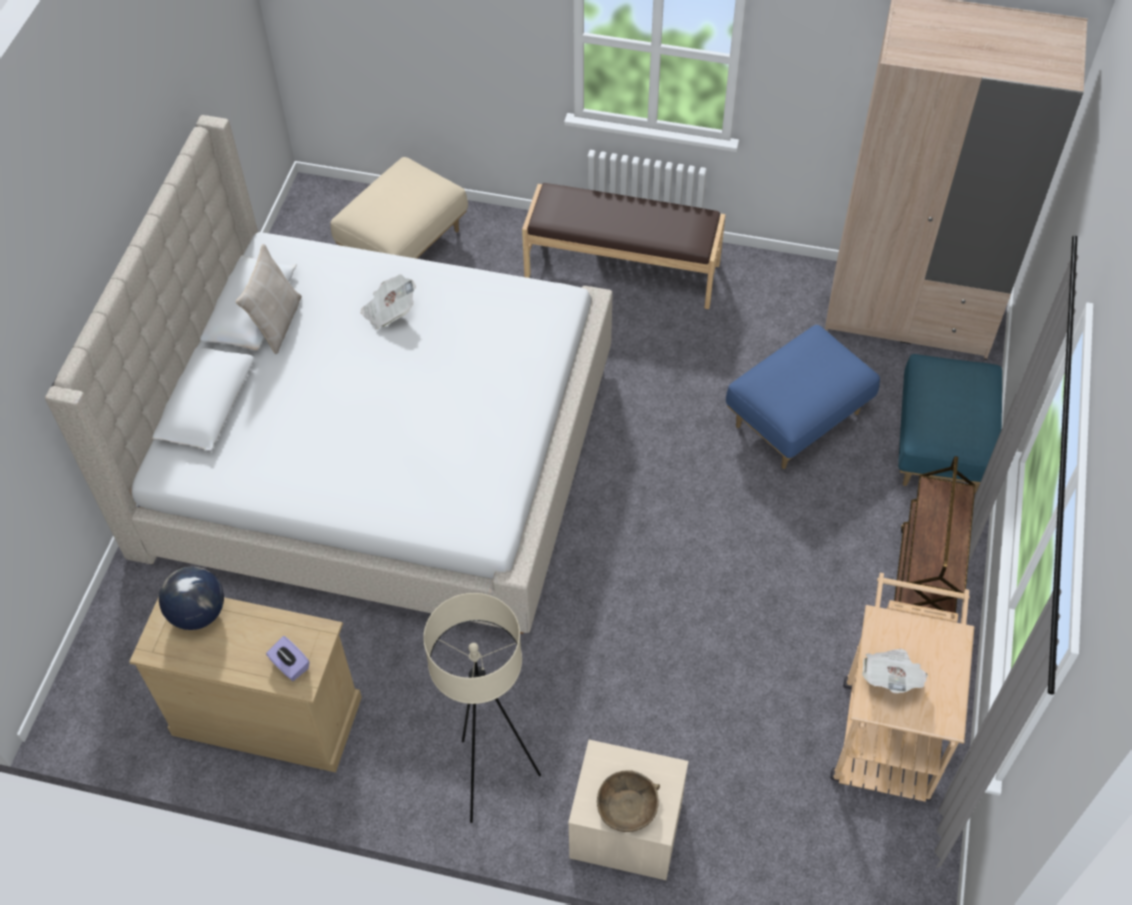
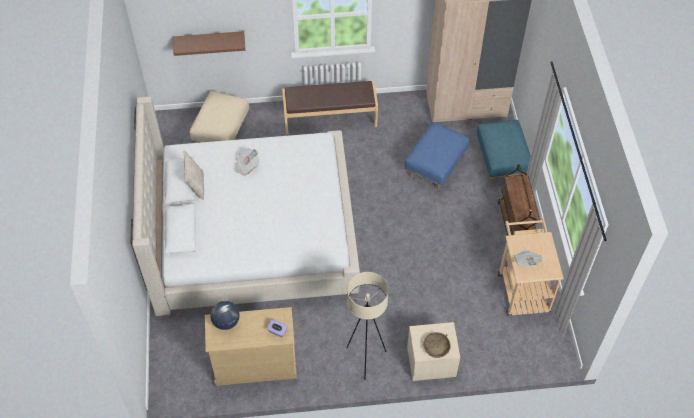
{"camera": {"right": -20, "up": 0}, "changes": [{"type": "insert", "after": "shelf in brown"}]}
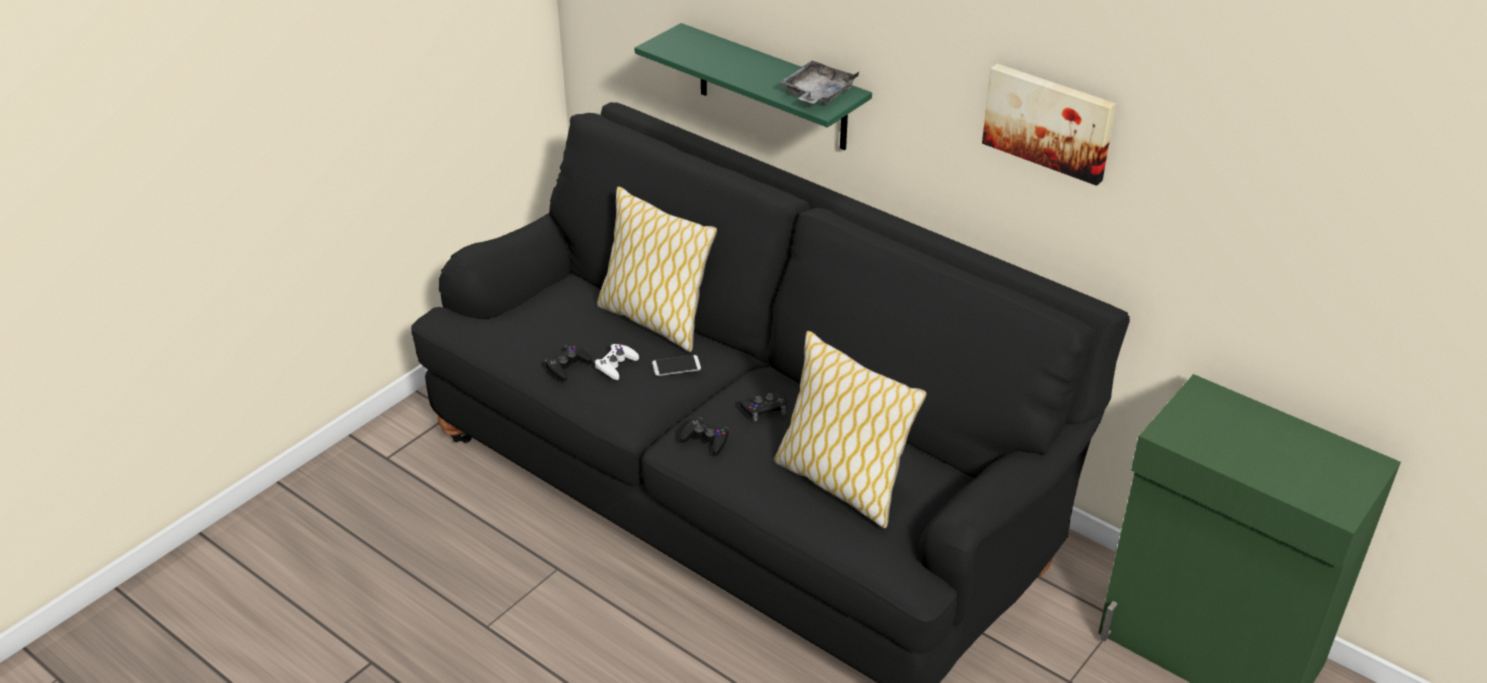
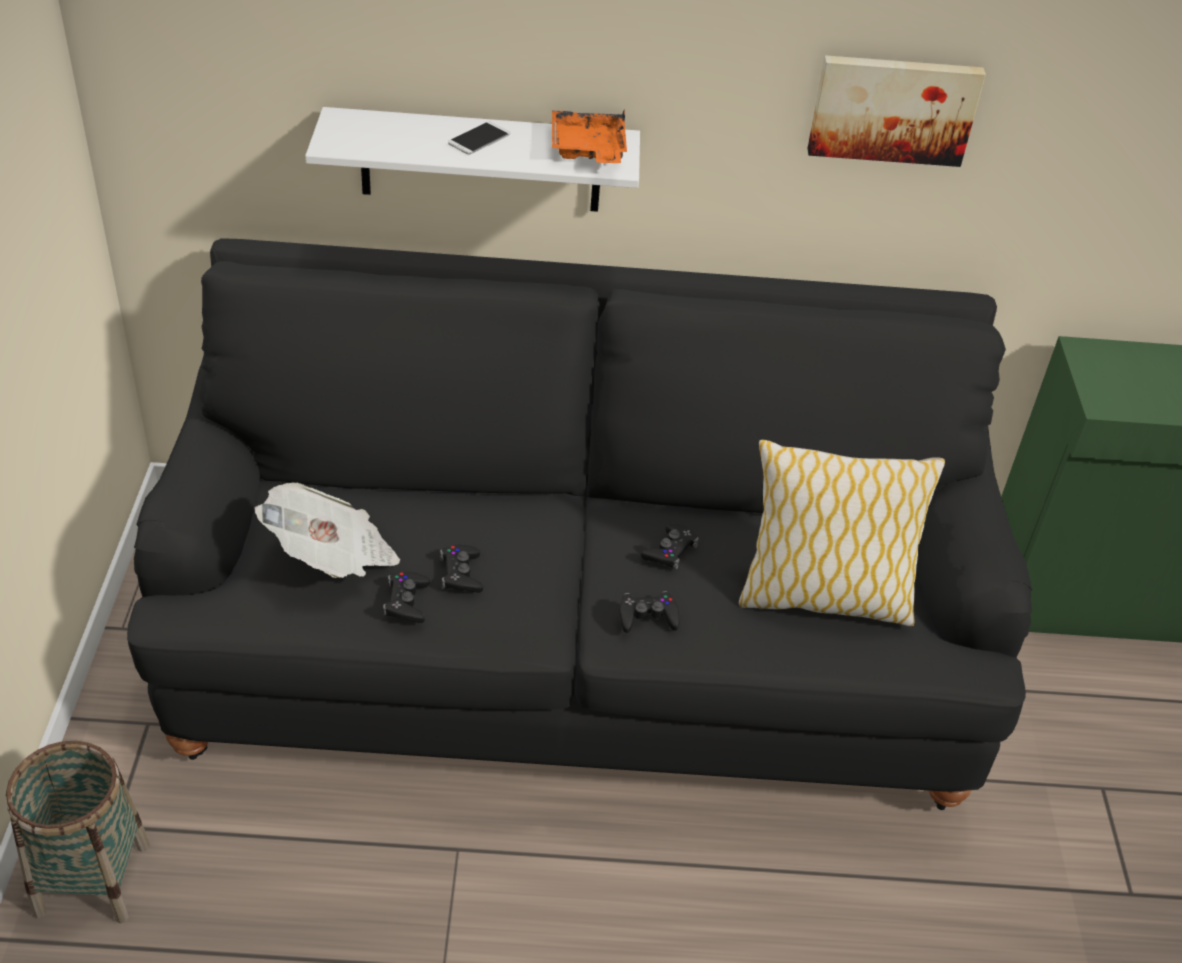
{"camera": {"right": -40, "up": 5}, "changes": [{"type": "insert", "after": "basket"}, {"type": "insert", "after": "newspaper"}, {"type": "recolor", "before": "shelf in green", "after": "shelf in white"}, {"type": "recolor", "before": "game controller in white", "after": "game controller in black (2nd from left)"}, {"type": "move", "before": "phone"}, {"type": "recolor", "before": "tray in grey", "after": "tray in orange"}, {"type": "delete", "before": "pillow (1st from left)"}]}
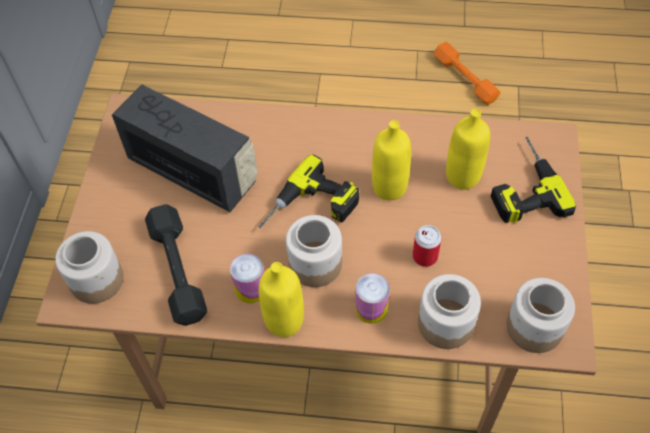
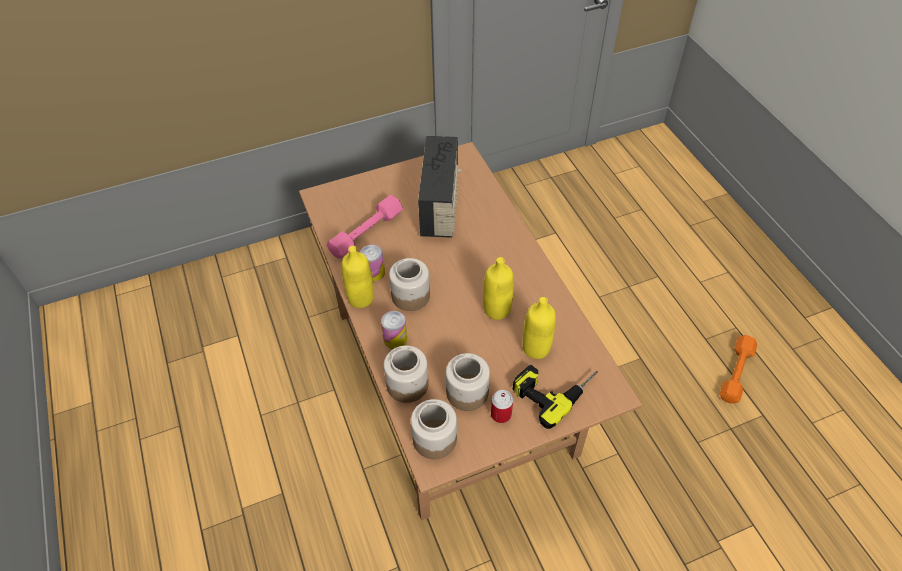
{"camera": {"right": 60, "up": -5}, "changes": [{"type": "recolor", "before": "dumbbell in black", "after": "dumbbell in pink"}, {"type": "move", "before": "jar (1st from left in the first image)", "after": "jar (4th from left)"}, {"type": "move", "before": "can (3rd from left)"}, {"type": "delete", "before": "power drill (1st from left)"}]}
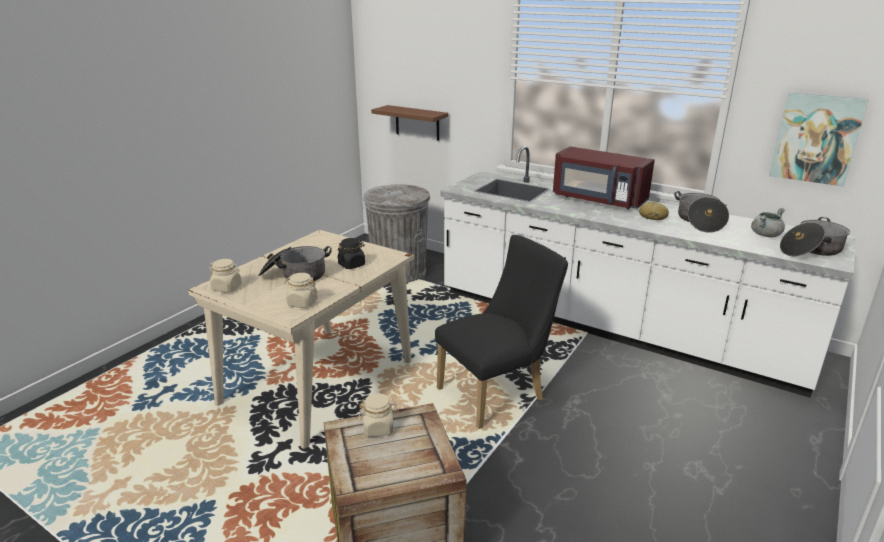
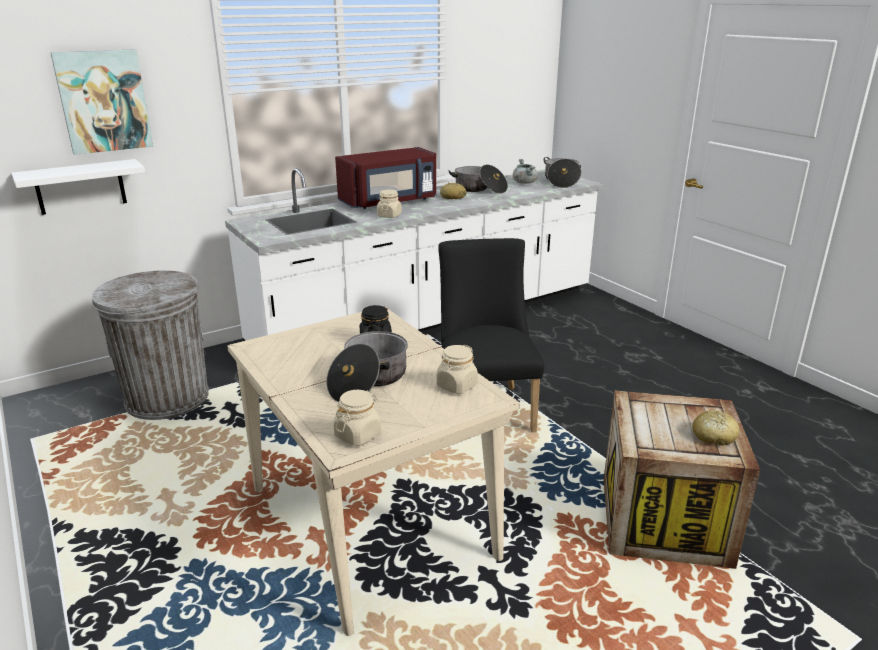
{"camera": {"right": -65, "up": 0}, "changes": [{"type": "recolor", "before": "shelf in brown", "after": "shelf in white"}, {"type": "move", "before": "picture"}, {"type": "move", "before": "jar in beige (3rd from left in the first image)", "after": "jar in beige (2nd from left)"}, {"type": "insert", "after": "bread (2nd from left)"}]}
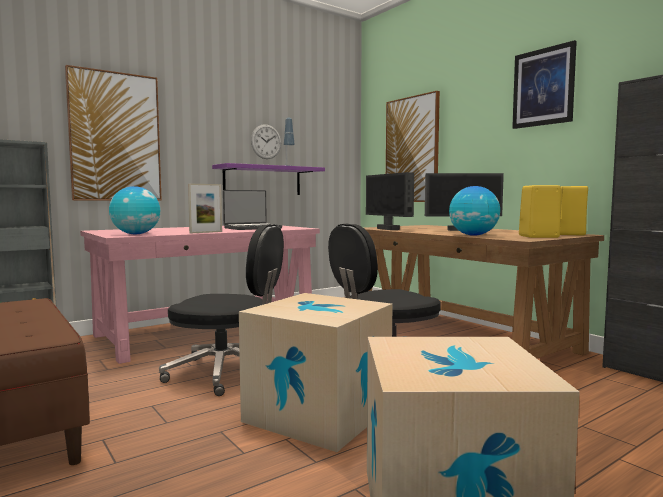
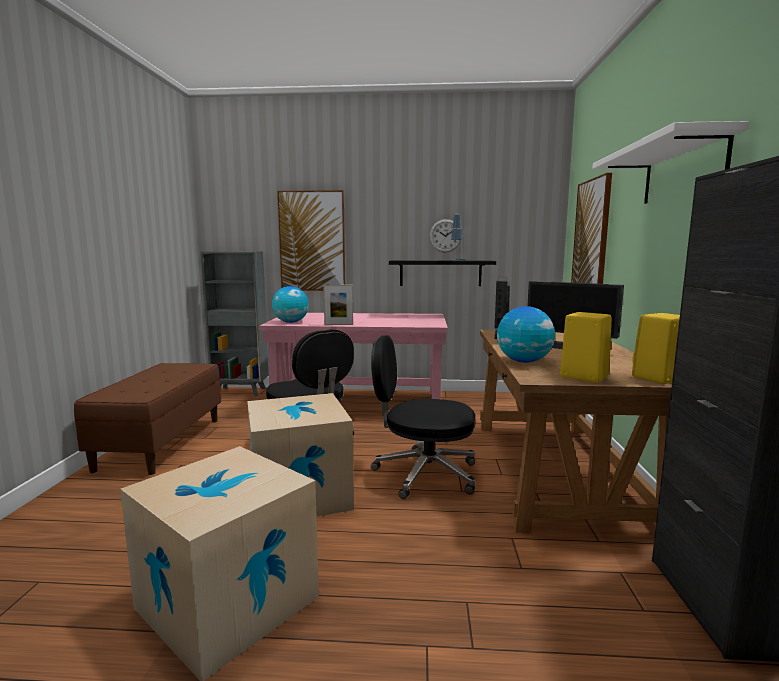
{"camera": {"right": 40, "up": 5}, "changes": [{"type": "recolor", "before": "shelf in purple", "after": "shelf in black"}, {"type": "replace", "before": "picture (3rd from left)", "after": "shelf in white"}, {"type": "delete", "before": "laptop"}]}
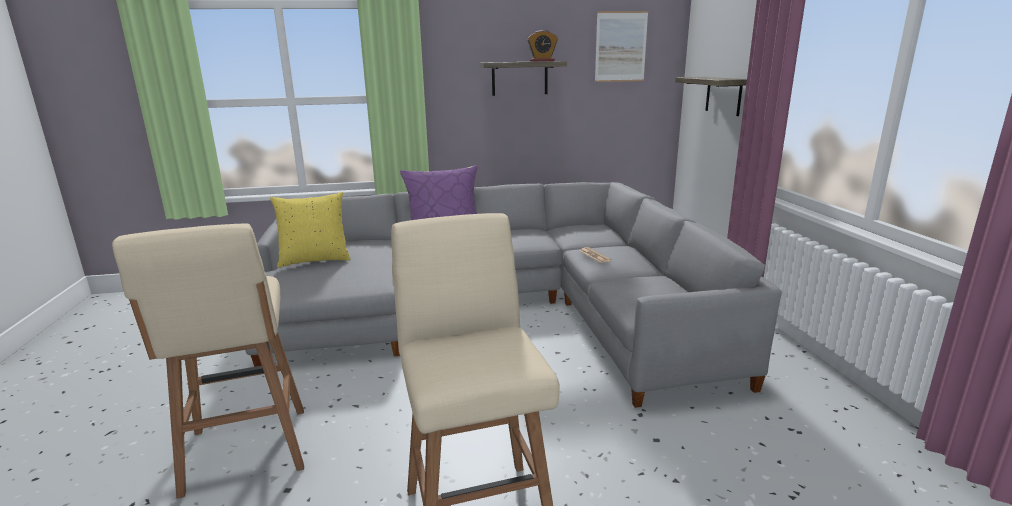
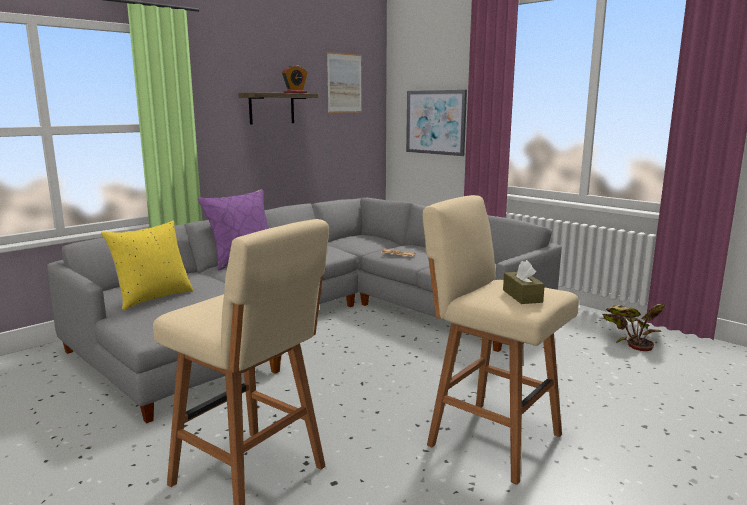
{"camera": {"right": -35, "up": -5}, "changes": [{"type": "replace", "before": "shelf (2nd from left)", "after": "picture (2nd from left)"}, {"type": "insert", "after": "tissue box in brown"}, {"type": "insert", "after": "potted plant"}]}
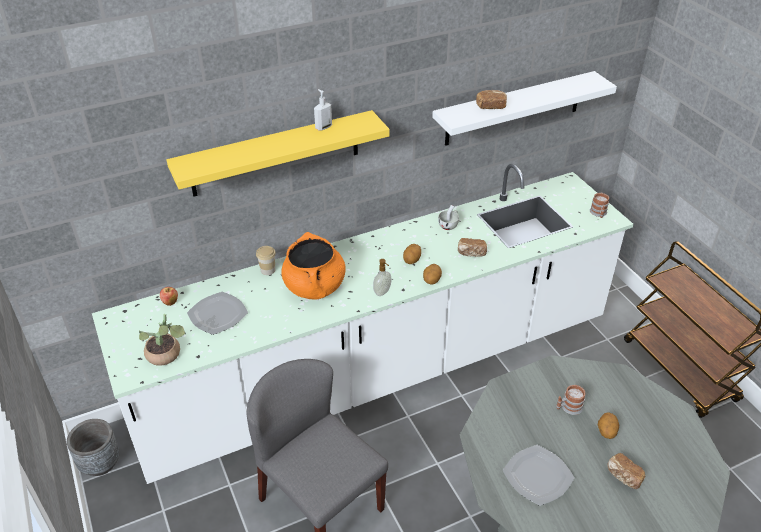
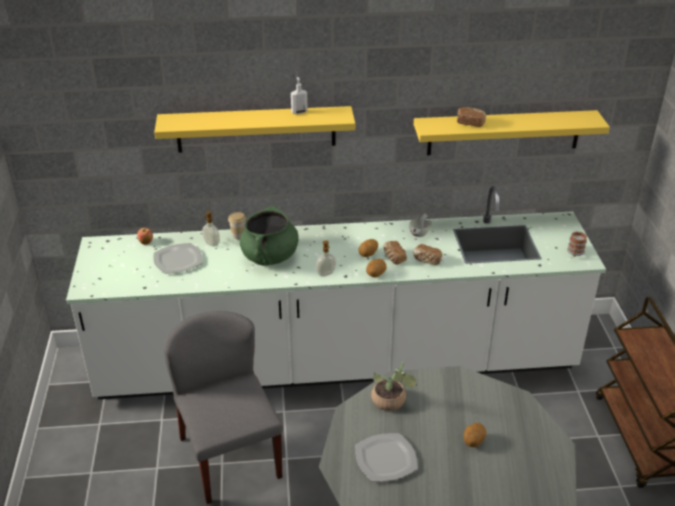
{"camera": {"right": 20, "up": -5}, "changes": [{"type": "insert", "after": "soap dispenser (1st from left)"}, {"type": "recolor", "before": "cooking pot in orange", "after": "cooking pot in green"}, {"type": "move", "before": "potted plant"}, {"type": "move", "before": "bread (3rd from left in the first image)", "after": "bread (1st from left)"}, {"type": "recolor", "before": "shelf in white", "after": "shelf in yellow (2nd from left)"}, {"type": "delete", "before": "planter in grey"}, {"type": "delete", "before": "mug (1st from left)"}]}
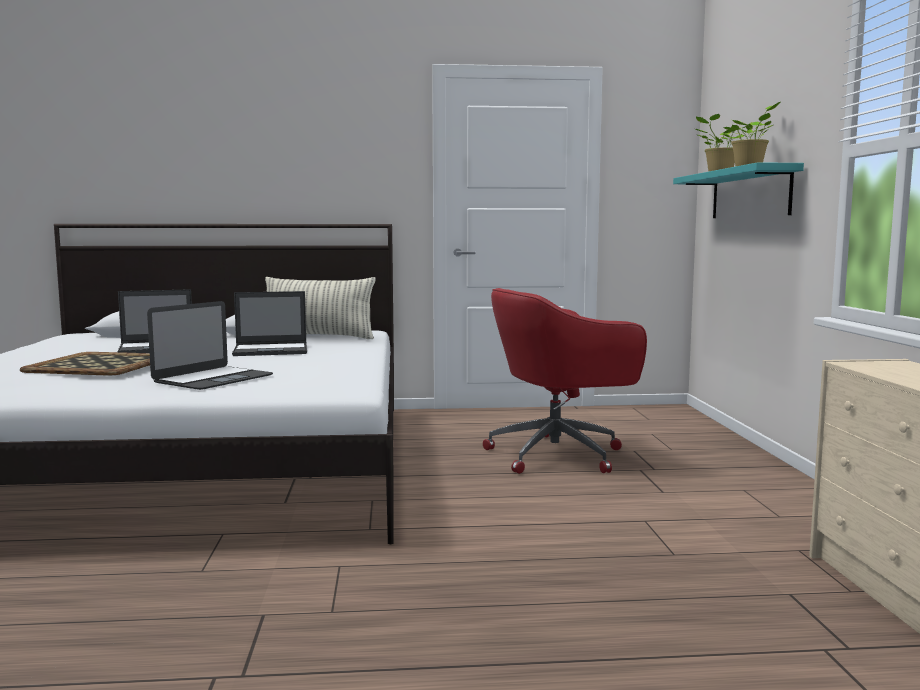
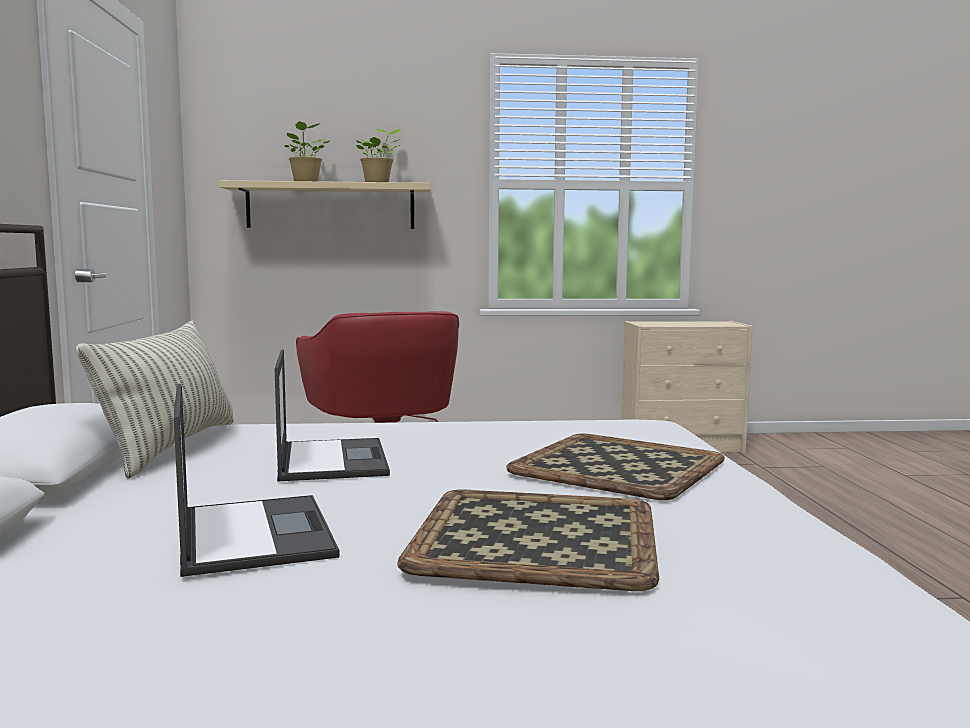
{"camera": {"right": -90, "up": 0}, "changes": [{"type": "recolor", "before": "shelf in turquoise", "after": "shelf in beige"}, {"type": "replace", "before": "laptop (2nd from left)", "after": "tray (2nd from left)"}]}
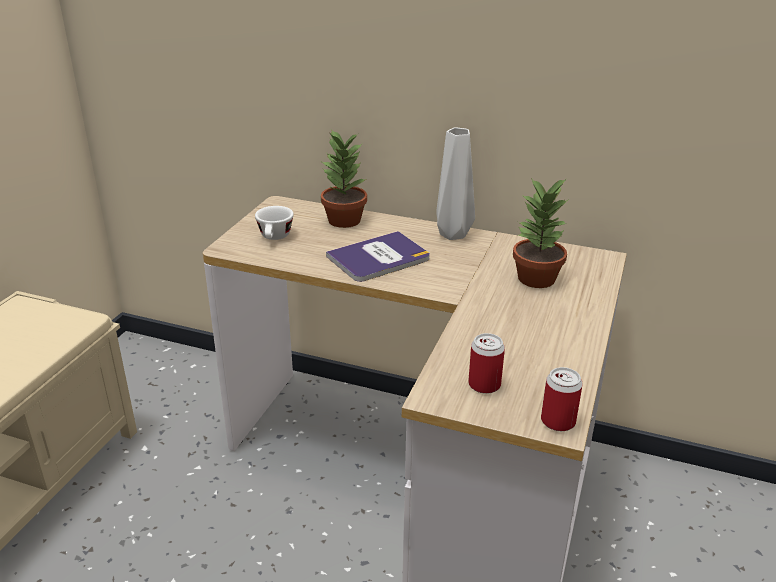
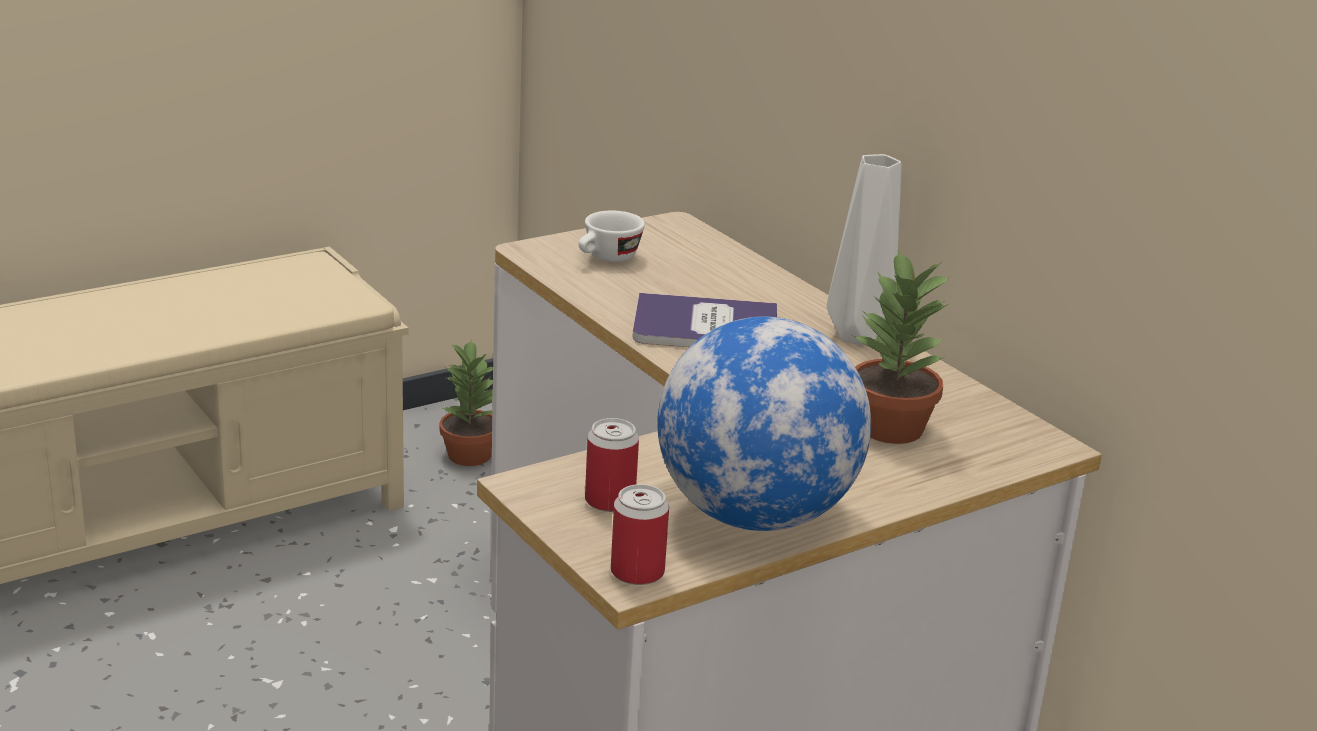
{"camera": {"right": 35, "up": -5}, "changes": [{"type": "move", "before": "potted plant (1st from left)"}, {"type": "insert", "after": "globe"}]}
